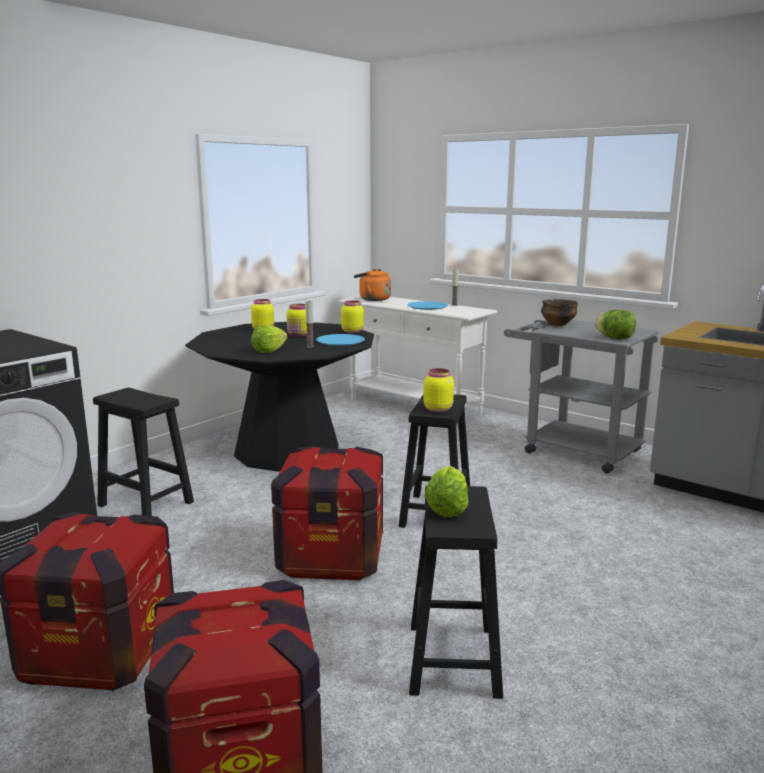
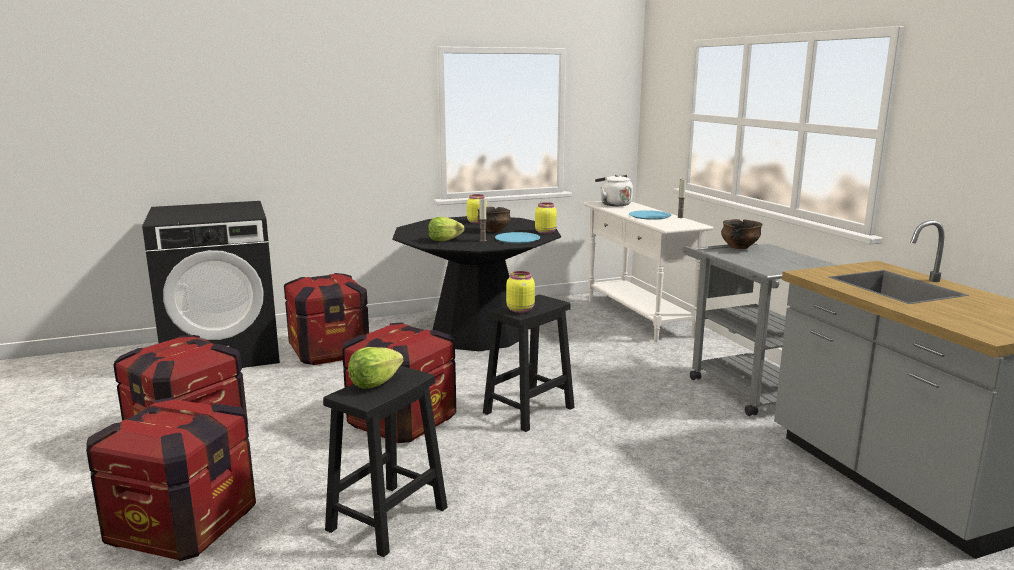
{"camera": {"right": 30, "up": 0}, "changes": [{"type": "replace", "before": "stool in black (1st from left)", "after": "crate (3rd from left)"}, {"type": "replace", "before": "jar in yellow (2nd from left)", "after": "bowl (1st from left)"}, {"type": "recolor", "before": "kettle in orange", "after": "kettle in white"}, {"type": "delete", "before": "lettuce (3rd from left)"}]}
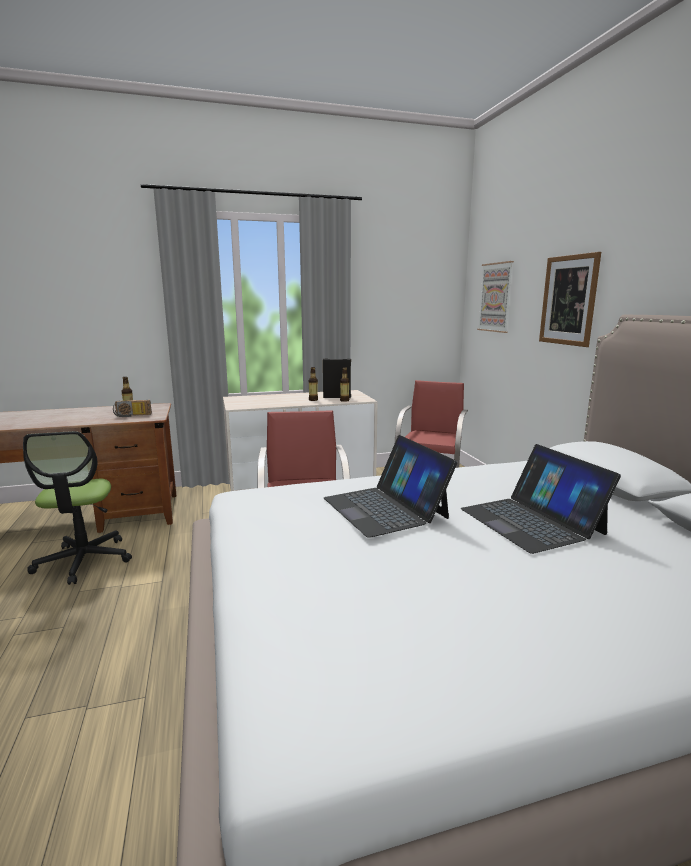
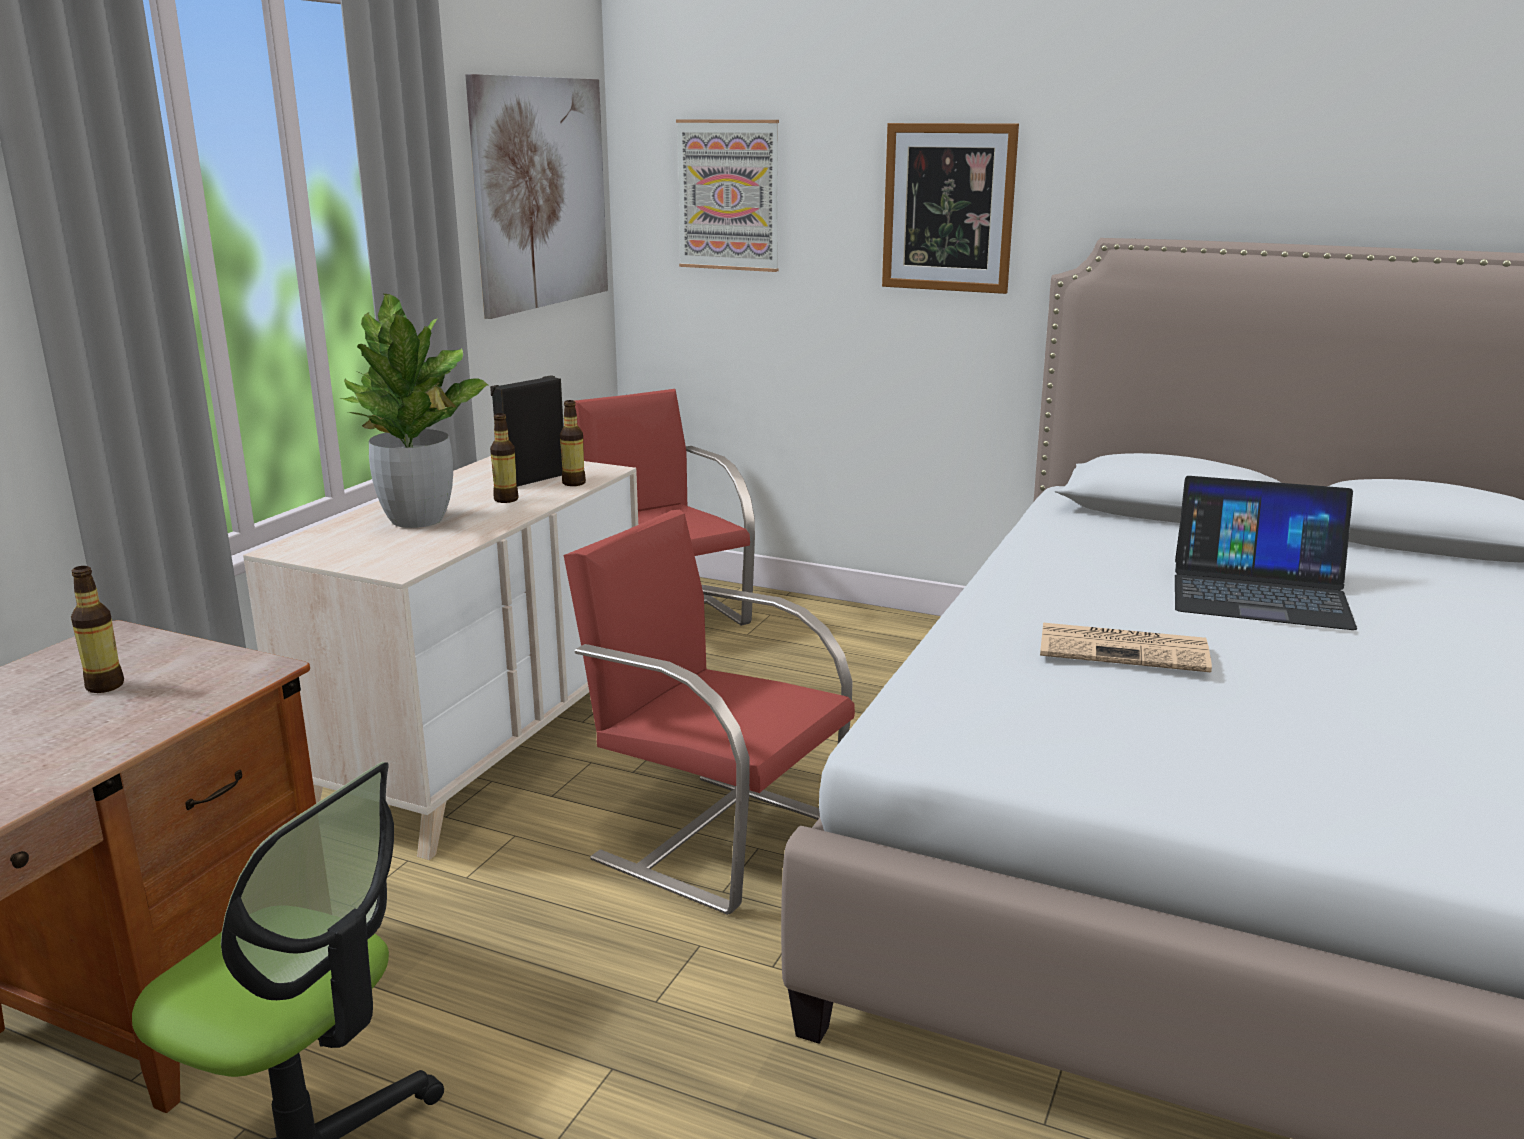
{"camera": {"right": -50, "up": 5}, "changes": [{"type": "insert", "after": "potted plant"}, {"type": "insert", "after": "picture (1st from left)"}, {"type": "replace", "before": "laptop (1st from left)", "after": "newspaper"}, {"type": "delete", "before": "radio"}]}
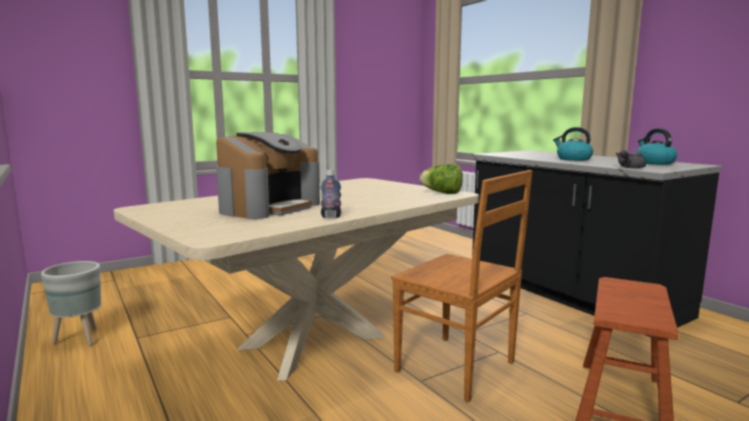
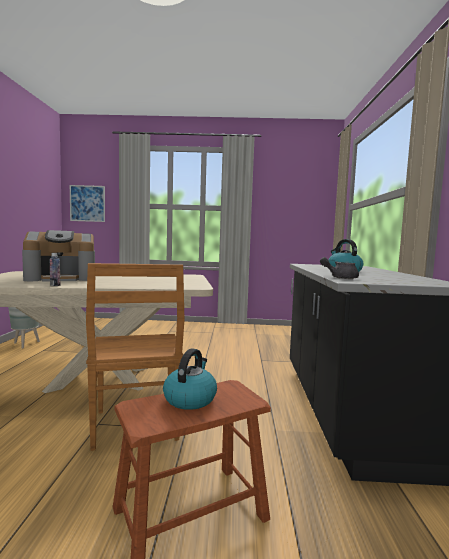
{"camera": {"right": 35, "up": -5}, "changes": [{"type": "insert", "after": "picture"}, {"type": "move", "before": "kettle (2nd from left in the first image)", "after": "kettle (1st from left)"}, {"type": "delete", "before": "lettuce"}]}
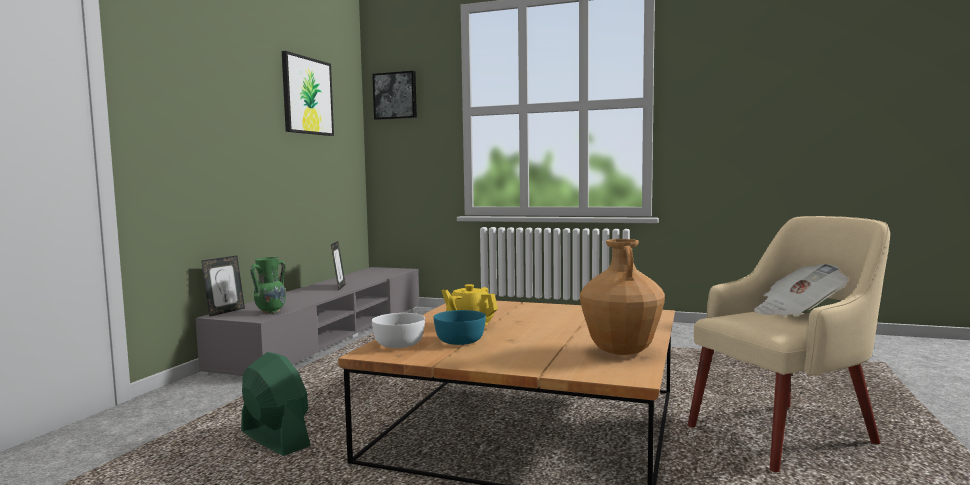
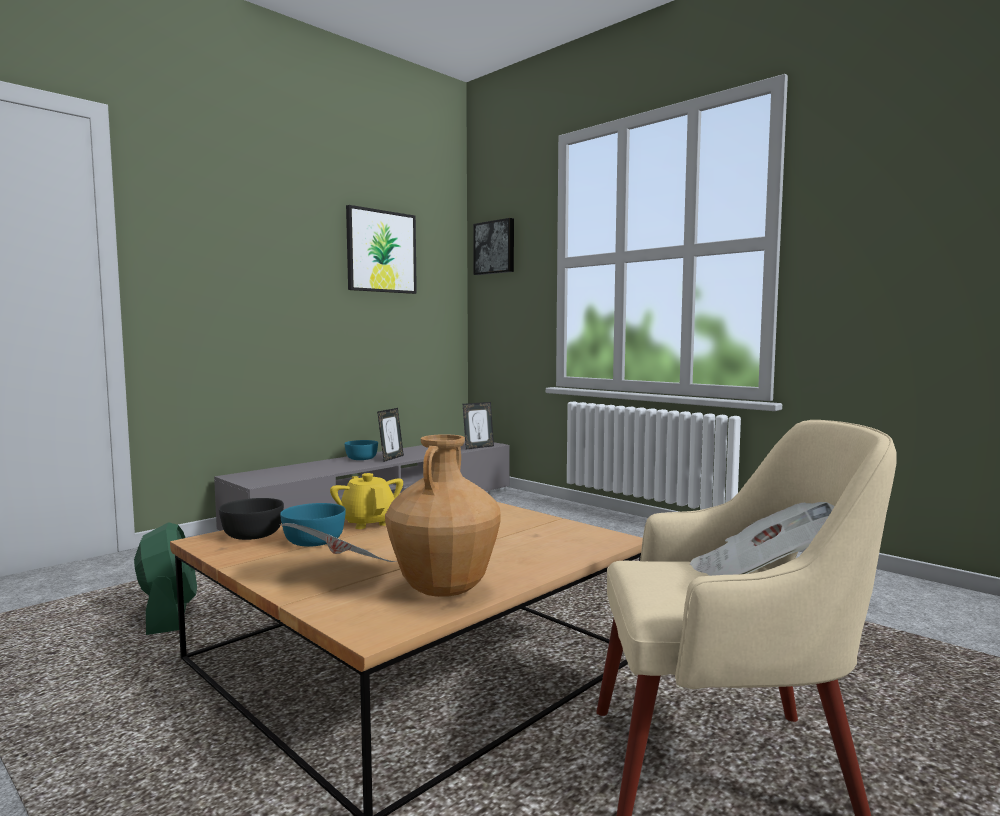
{"camera": {"right": 25, "up": 0}, "changes": [{"type": "recolor", "before": "bowl in white", "after": "bowl in black"}, {"type": "insert", "after": "newspaper (1st from left)"}, {"type": "insert", "after": "bowl in turquoise (2nd from left)"}, {"type": "move", "before": "picture frame (1st from left in the first image)", "after": "picture frame (2nd from left)"}, {"type": "delete", "before": "vase in green"}]}
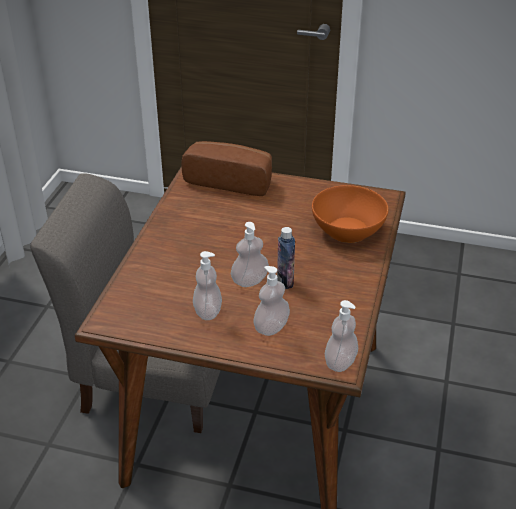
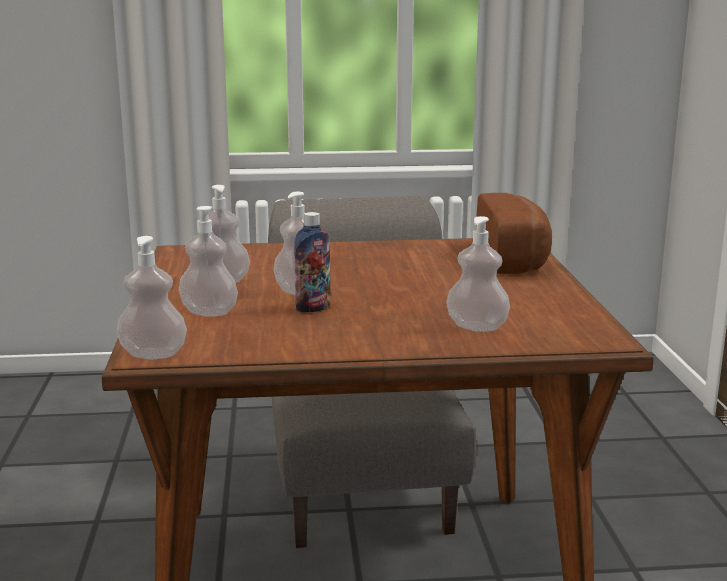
{"camera": {"right": 70, "up": -20}, "changes": [{"type": "replace", "before": "bowl in orange", "after": "soap dispenser (5th from left)"}]}
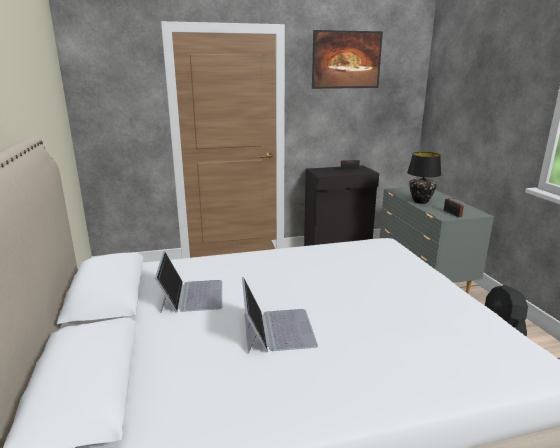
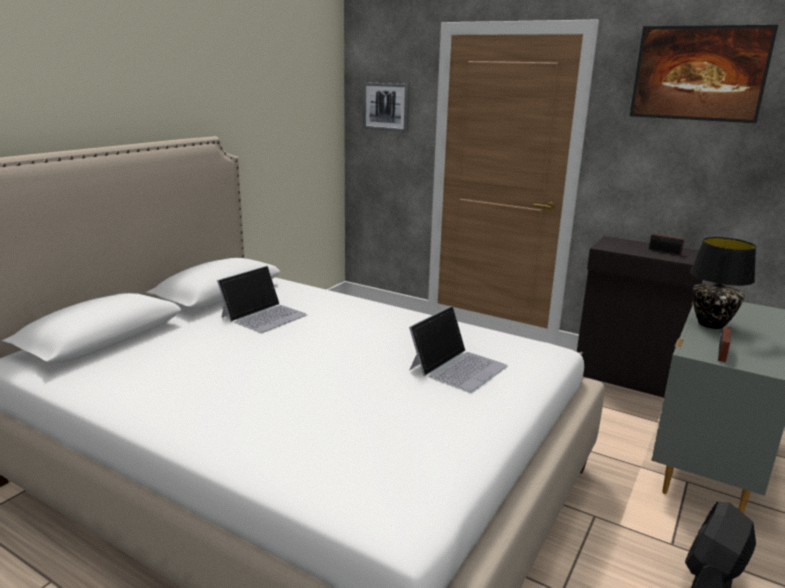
{"camera": {"right": 45, "up": 0}, "changes": [{"type": "insert", "after": "picture (1st from left)"}, {"type": "move", "before": "laptop (2nd from left)"}]}
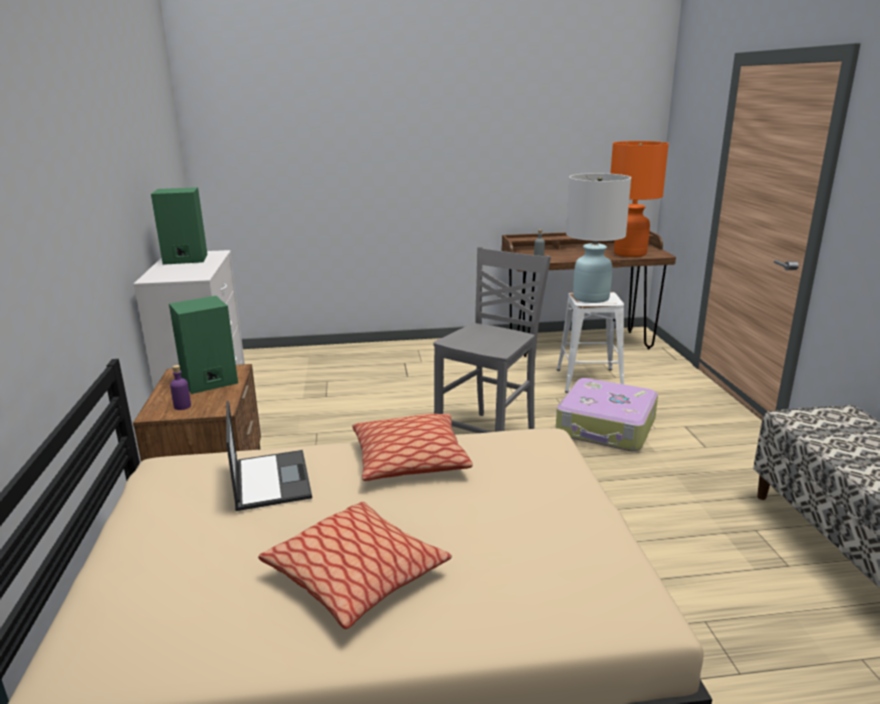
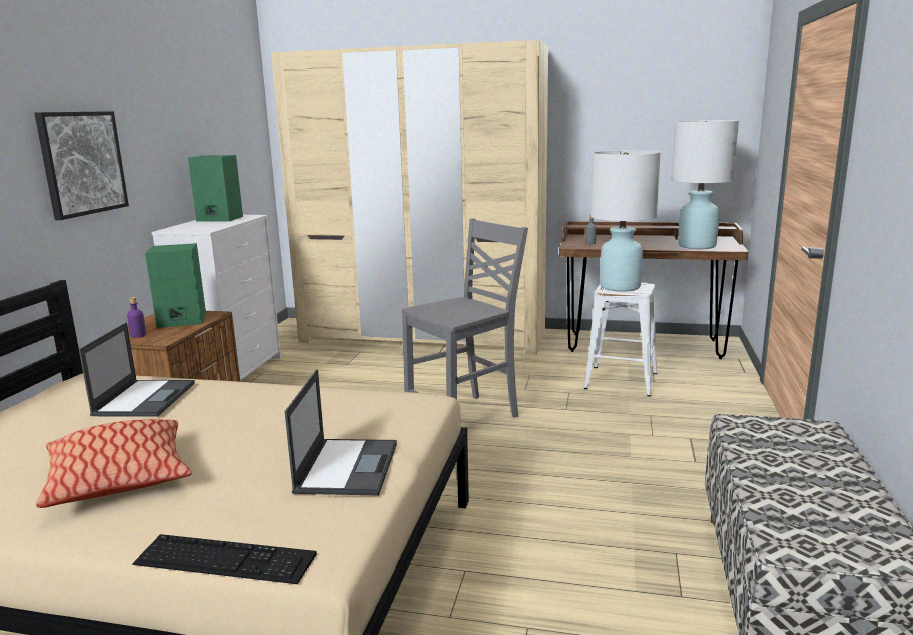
{"camera": {"right": 20, "up": -5}, "changes": [{"type": "insert", "after": "picture"}, {"type": "insert", "after": "keyboard"}, {"type": "insert", "after": "wardrobe in beige"}, {"type": "insert", "after": "laptop (2nd from left)"}, {"type": "recolor", "before": "table lamp in orange", "after": "table lamp in white (2nd from left)"}, {"type": "delete", "before": "pillow (2nd from left)"}, {"type": "delete", "before": "suitcase"}]}
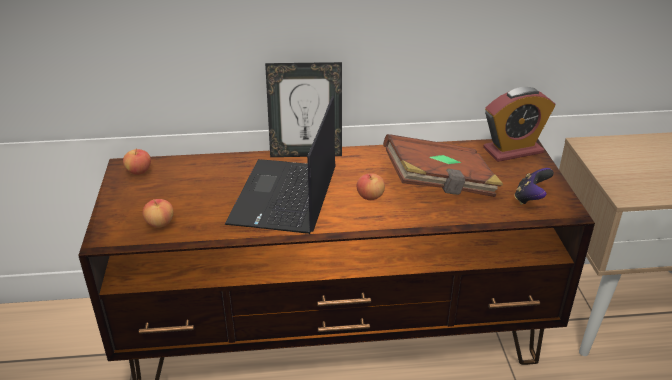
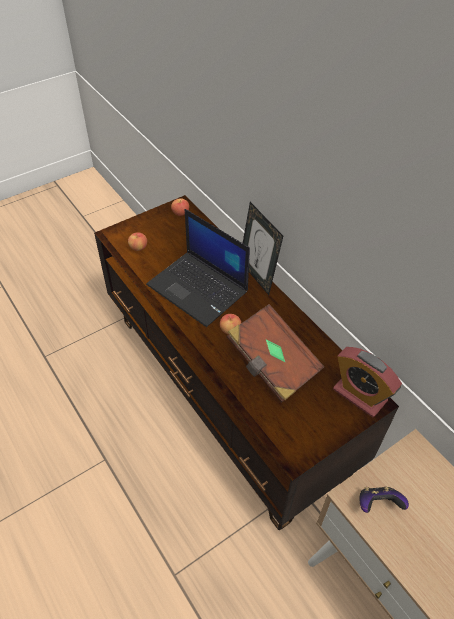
{"camera": {"right": 60, "up": 15}, "changes": [{"type": "rotate", "before": "laptop", "turn": -120}, {"type": "move", "before": "game controller"}]}
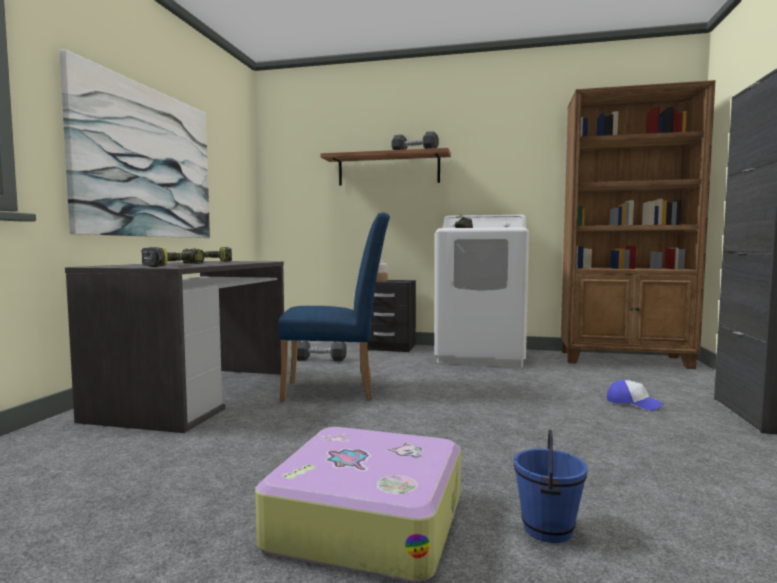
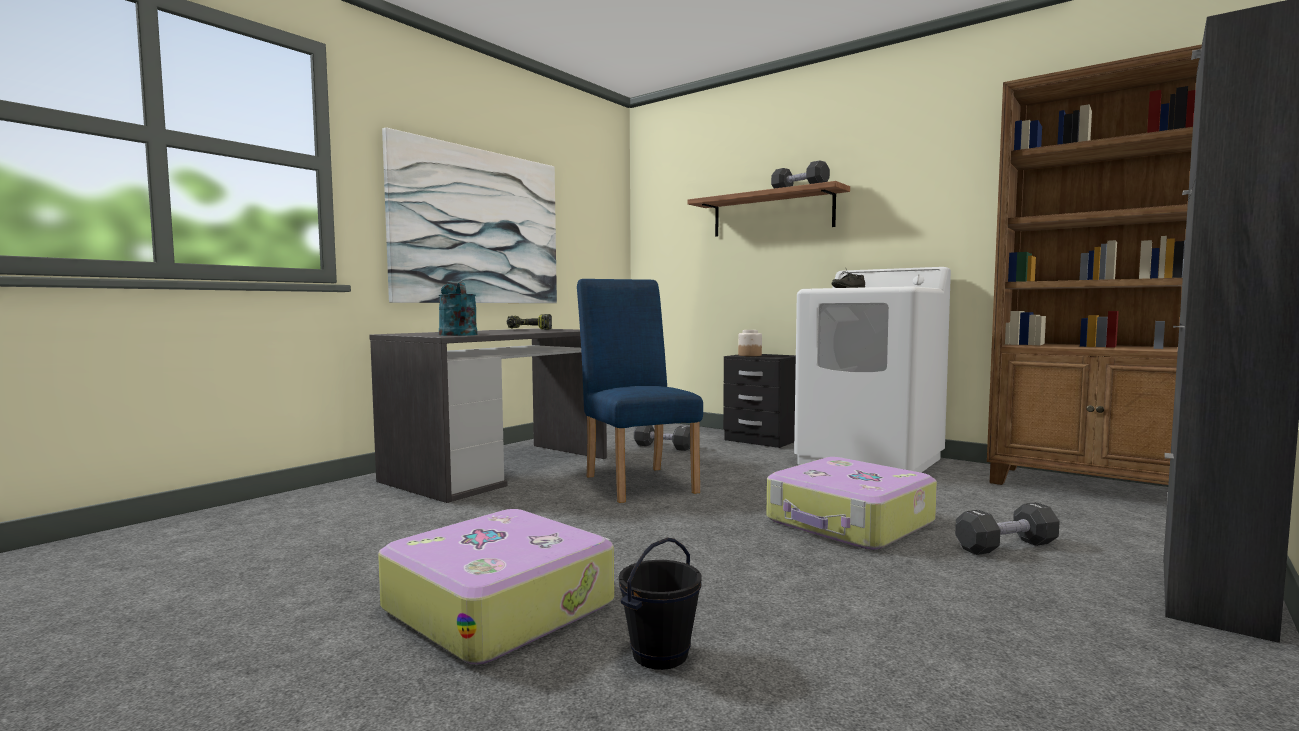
{"camera": {"right": 25, "up": 0}, "changes": [{"type": "replace", "before": "power drill (1st from left)", "after": "watering can in turquoise"}, {"type": "rotate", "before": "chair in blue", "turn": -135}, {"type": "recolor", "before": "bucket in blue", "after": "bucket in black"}, {"type": "insert", "after": "suitcase (2nd from left)"}, {"type": "replace", "before": "cap", "after": "dumbbell in black (3rd from left)"}]}
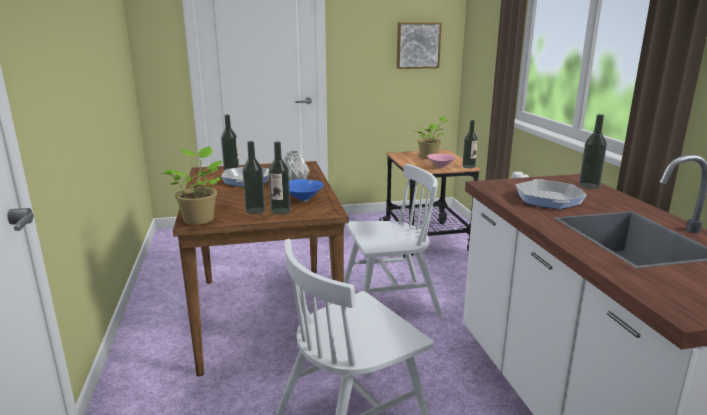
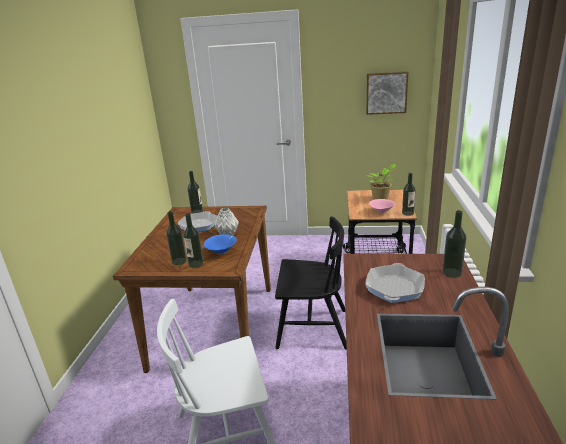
{"camera": {"right": 20, "up": 5}, "changes": [{"type": "recolor", "before": "chair in white (2nd from left)", "after": "chair in black"}, {"type": "delete", "before": "potted plant (1st from left)"}]}
